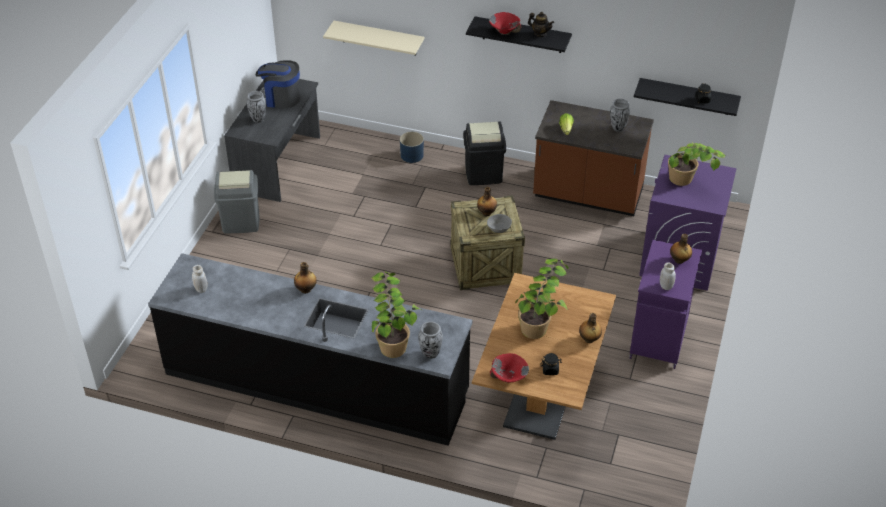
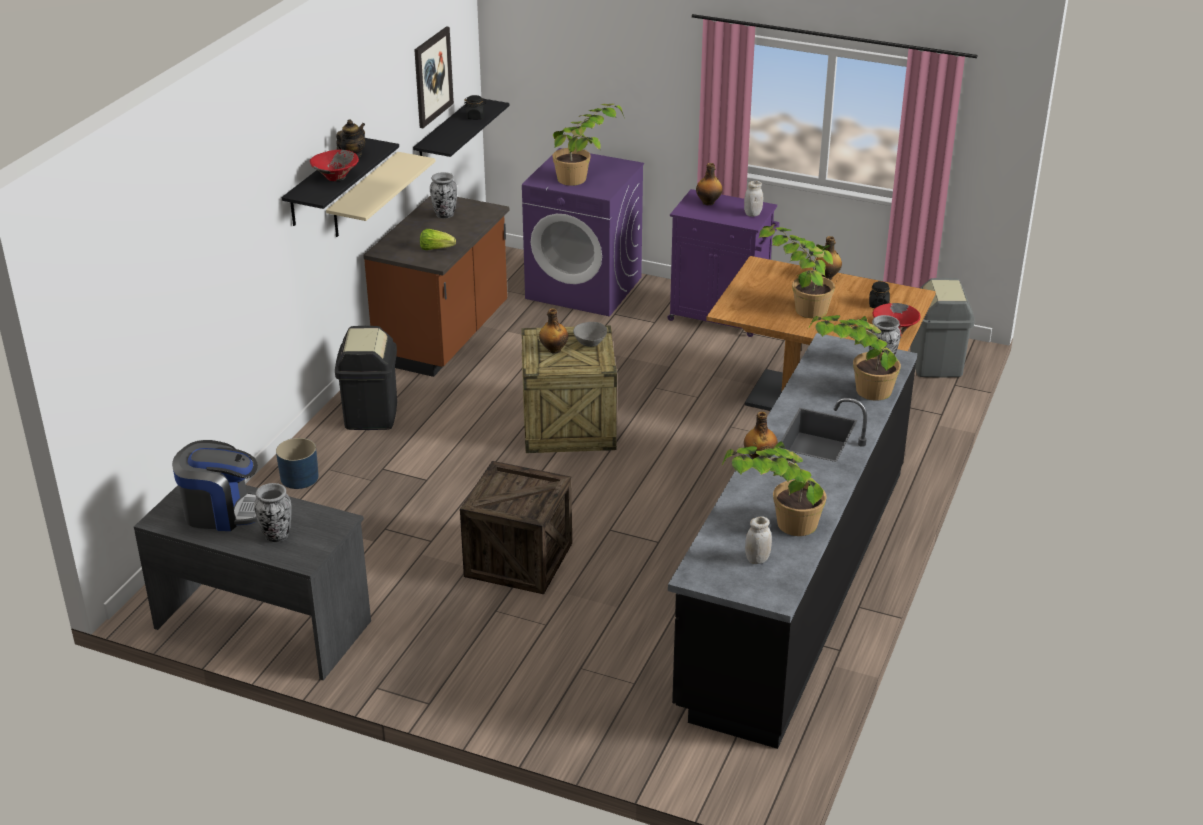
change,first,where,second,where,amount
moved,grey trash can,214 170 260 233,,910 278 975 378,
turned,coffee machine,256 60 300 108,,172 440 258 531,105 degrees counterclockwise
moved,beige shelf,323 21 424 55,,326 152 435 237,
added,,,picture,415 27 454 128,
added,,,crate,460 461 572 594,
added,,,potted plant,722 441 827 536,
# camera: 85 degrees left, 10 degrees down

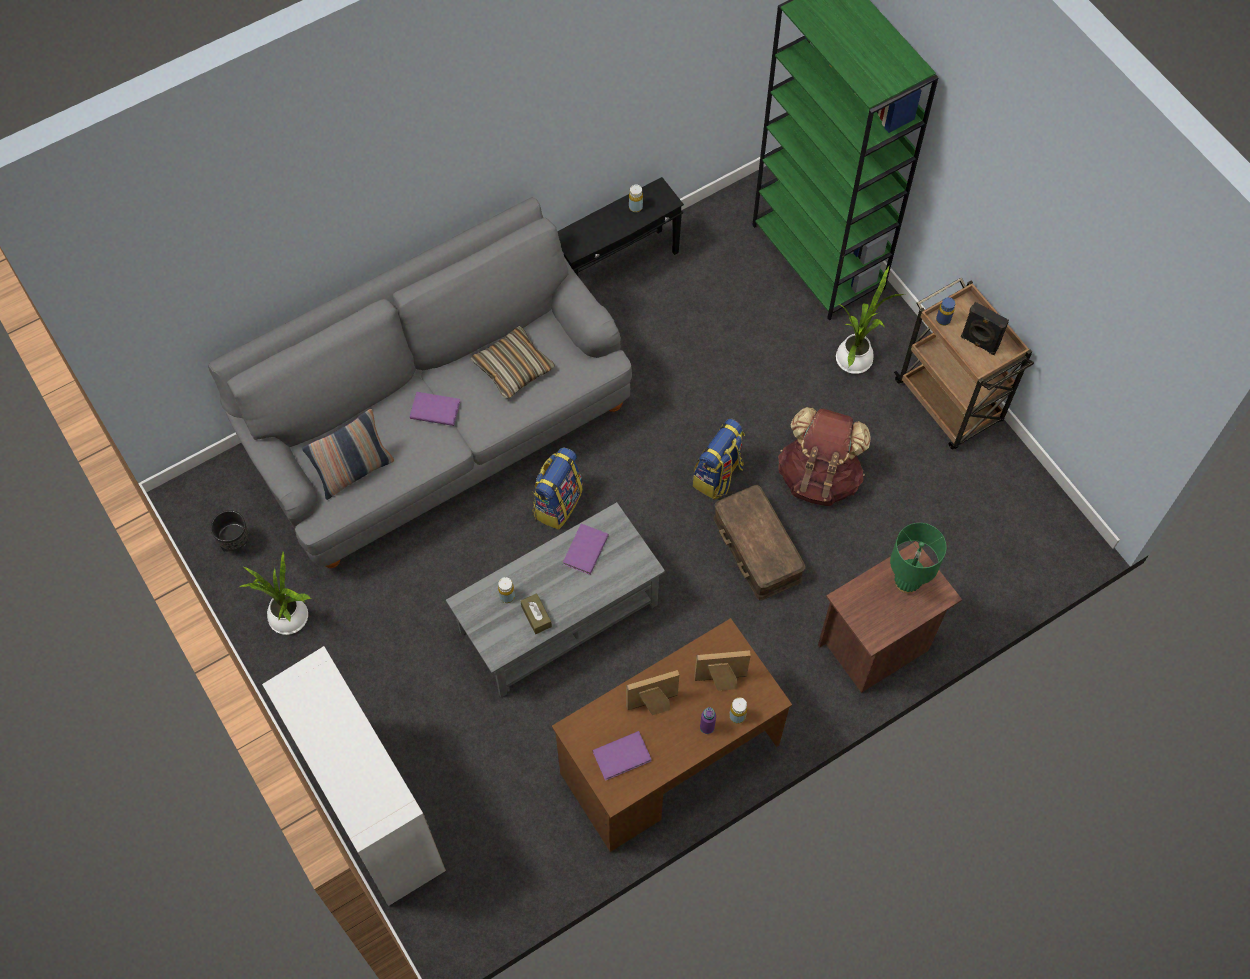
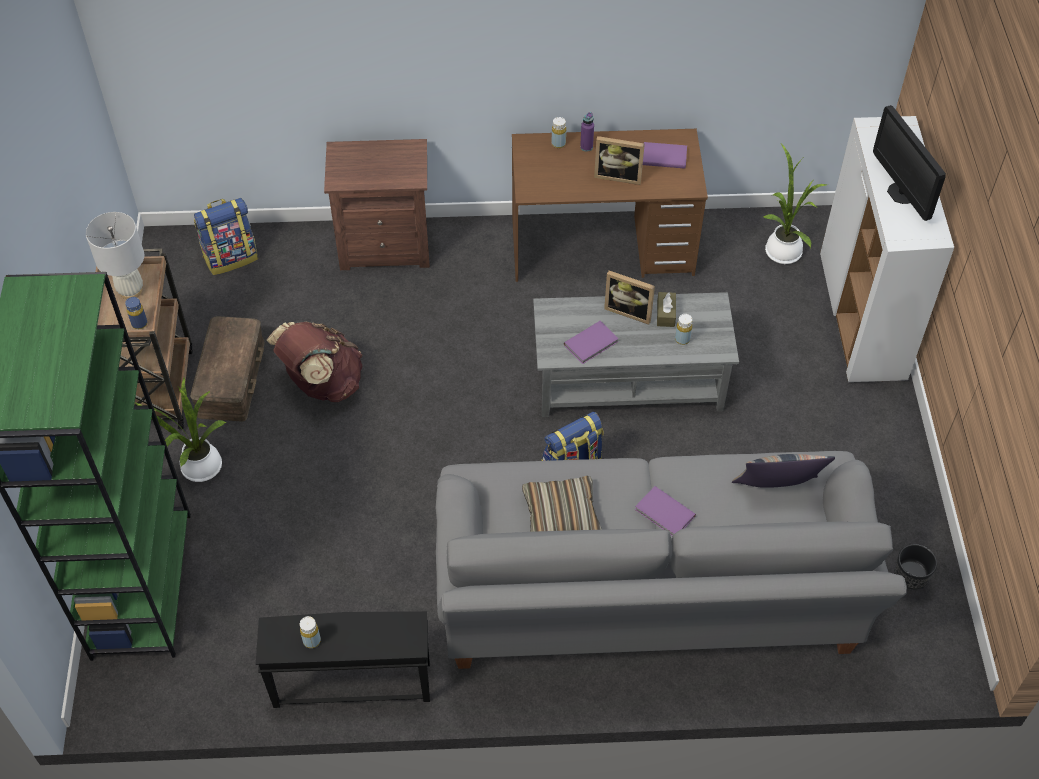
change,first,where,second,where,amount
moved,potted plant,239 552 311 635,,762 144 828 264,
moved,backpack,693 418 745 500,,194 198 258 275,
moved,picture frame,694 650 751 691,,604 271 655 325,
moved,brown storage box,714 485 806 601,,190 316 265 422,
removed,green table lamp,890 523 947 593,,,
replaced,black speaker,961 302 1009 355,white table lamp,86 212 144 299,
added,,,monitor,873 105 946 221,
# camera: 150 degrees left, 10 degrees down

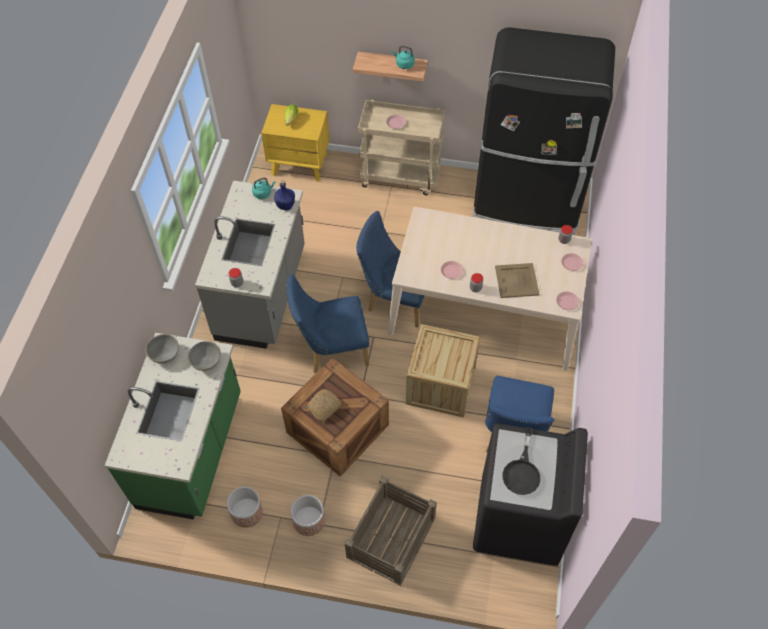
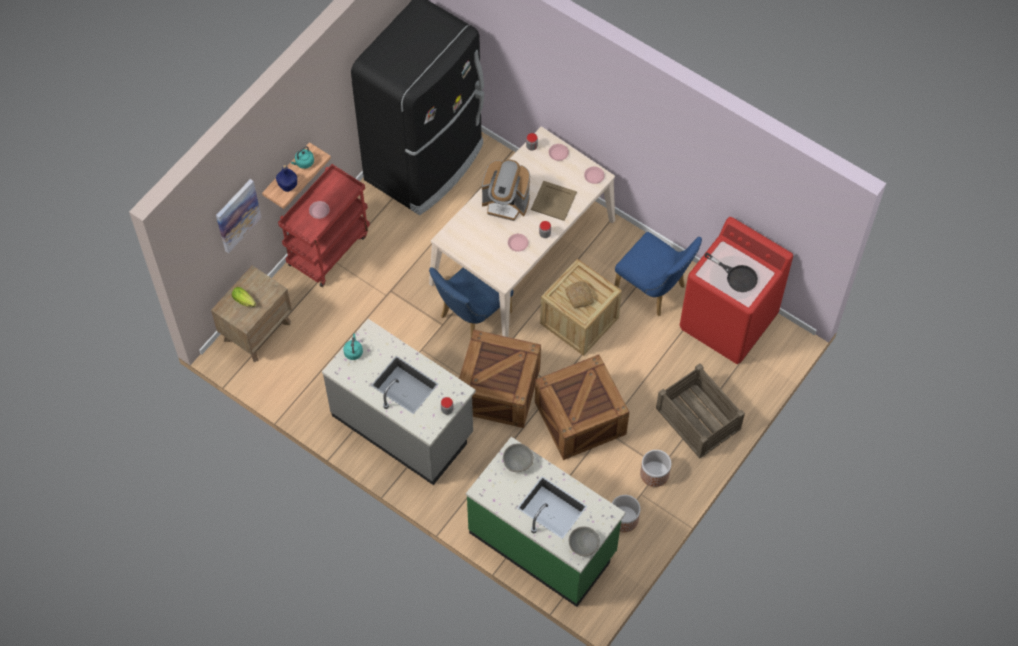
change,first,where,second,where,amount
moved,grey bowl,146 334 179 364,,569 527 600 556,
recoloured,yellow nightstand,261 104 329 182,brown nightstand,211 265 292 362,
moved,blue bottle,274 181 295 210,,276 165 297 192,
replaced,blue chair,286 274 369 373,crate,459 330 541 428,
moved,bread,307 389 341 422,,565 281 594 309,
recoloured,beige cart,358 100 445 195,red cart,278 164 370 287,
recoloured,black washing machine,473 424 588 566,red washing machine,680 217 793 364,
added,,,picture,216 179 262 253,
added,,,coffee machine,482 159 530 221,
# camera: 65 degrees left, 5 degrees up

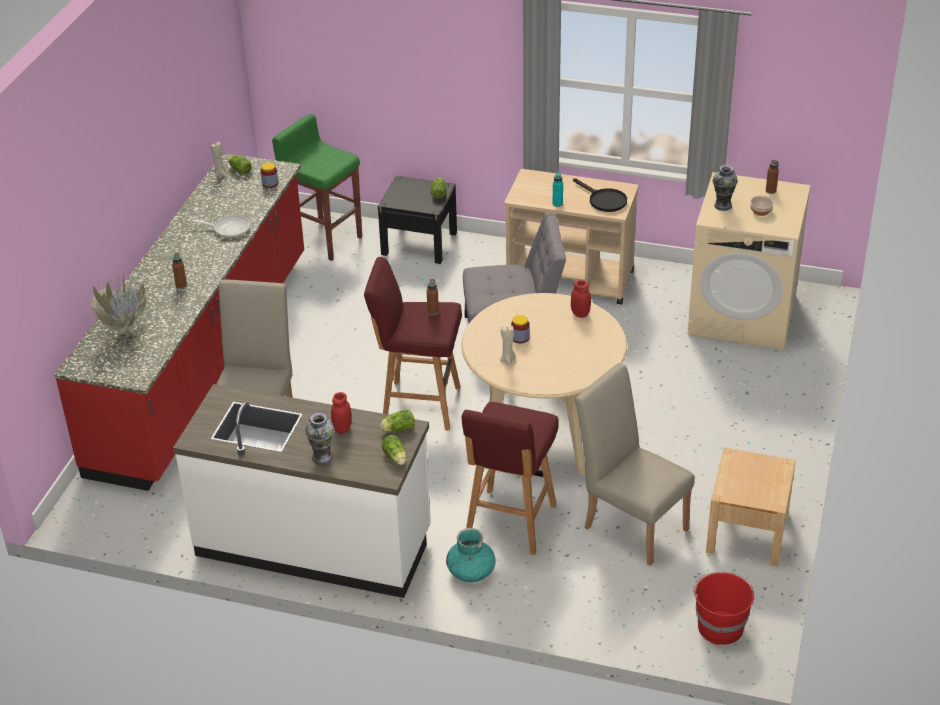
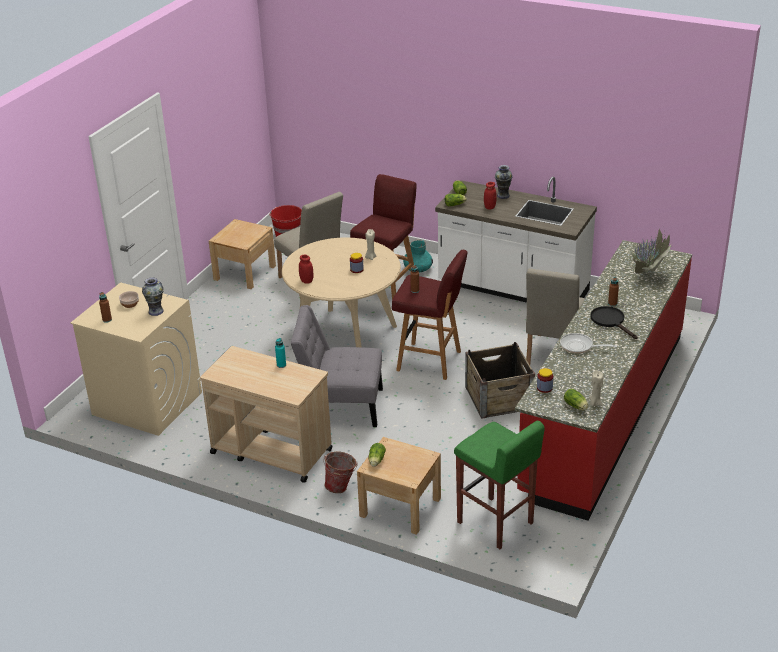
change,first,where,second,where,amount
recoloured,black nightstand,378 176 457 264,beige nightstand,357 437 441 535,
moved,black frying pan,573 178 627 212,,590 306 637 339,
added,,,bucket,323 452 358 493,
added,,,crate,465 342 535 419,
# camera: 170 degrees left, 5 degrees down

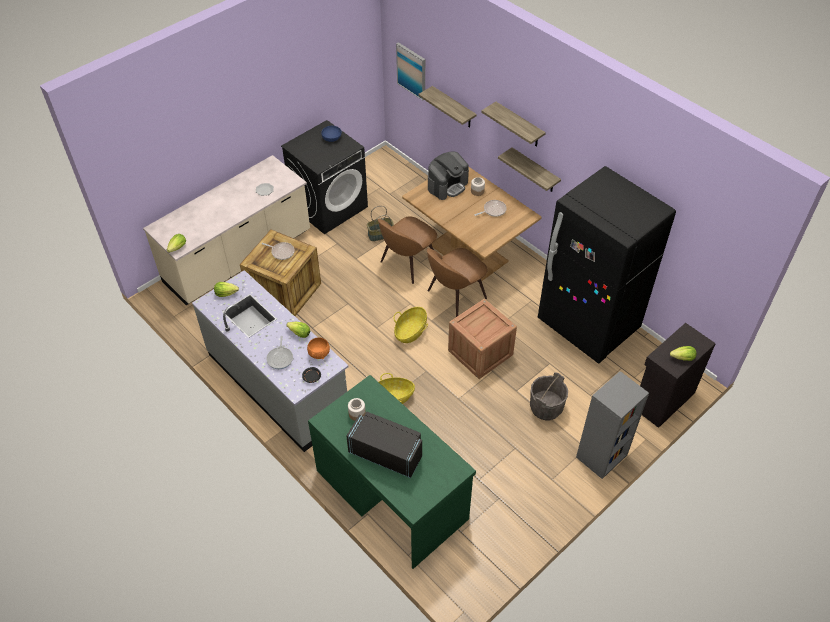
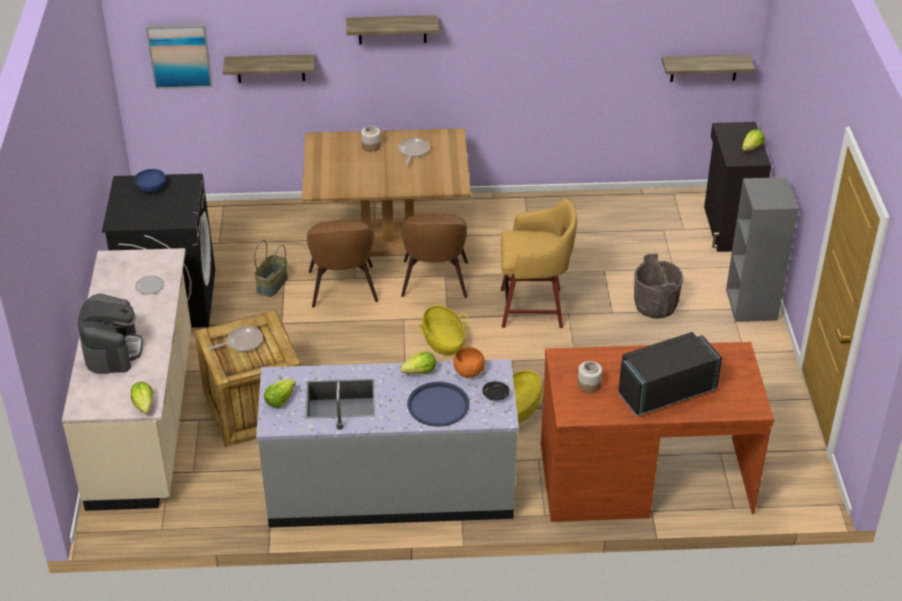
change,first,where,second,where,amount
replaced,frying pan,267 336 293 369,blue tray,407 382 470 427,
recoloured,green desk,308 375 476 569,brown desk,541 342 774 522,
moved,coffee machine,428 152 469 200,,78 294 143 374,
replaced,crate,448 299 517 379,yellow stool,501 199 577 328,
moved,shelf,498 148 561 192,,662 54 755 82,
removed,black fridge,538 166 676 364,,,
# camera: 50 degrees left, 10 degrees down

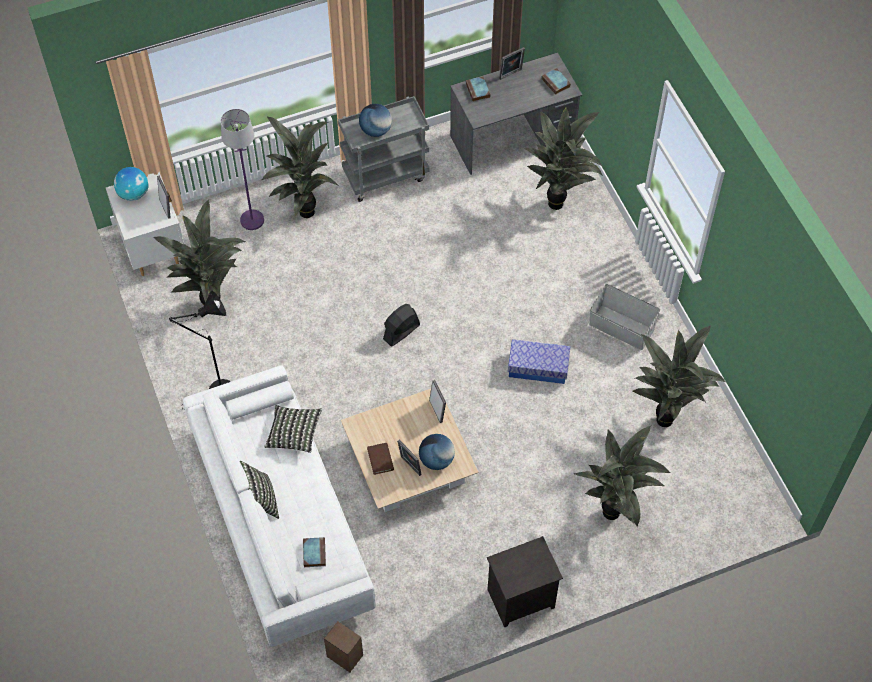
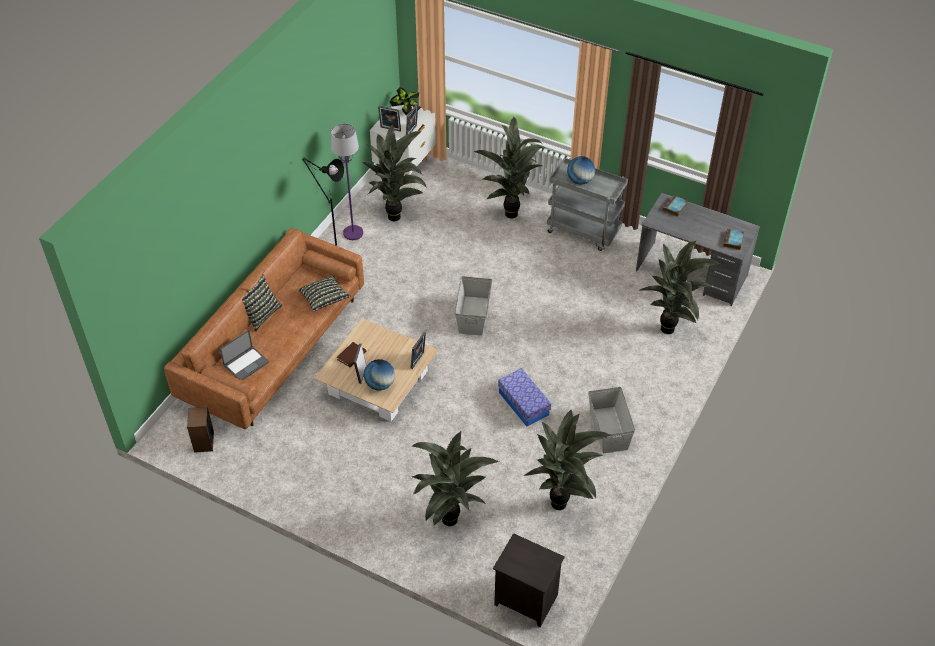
change,first,where,second,where,amount
replaced,globe,114 167 148 201,potted plant,390 87 421 115,
recoloured,white sofa,183 365 376 647,brown sofa,164 228 364 429,
moved,purple floor lamp,221 109 264 230,,331 123 363 240,
replaced,book,303 537 326 567,laptop,220 330 269 380,
replaced,black fan,383 304 420 347,grey storage box,455 276 492 336,
moved,black nightstand,487 536 563 627,,493 533 565 627,
moved,picture frame,499 47 525 80,,378 106 401 132,
# camera: 50 degrees right, 10 degrees down

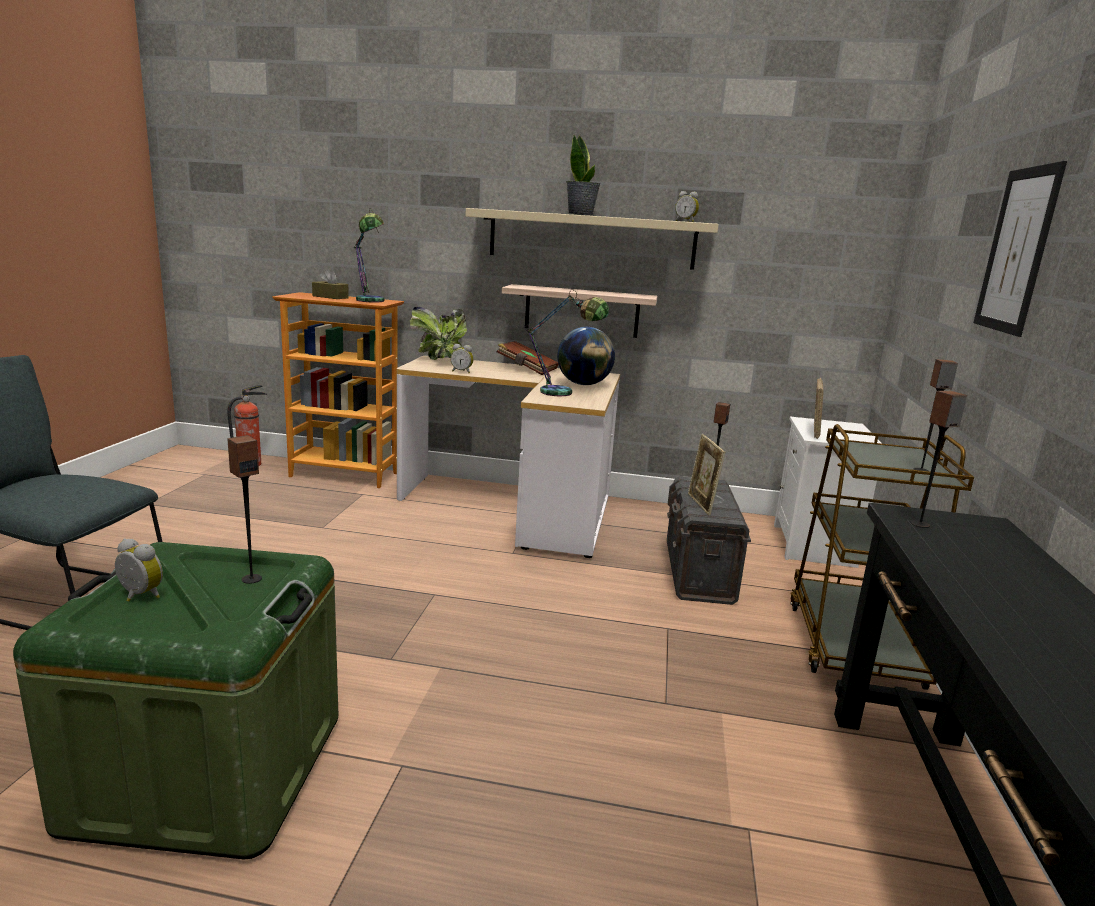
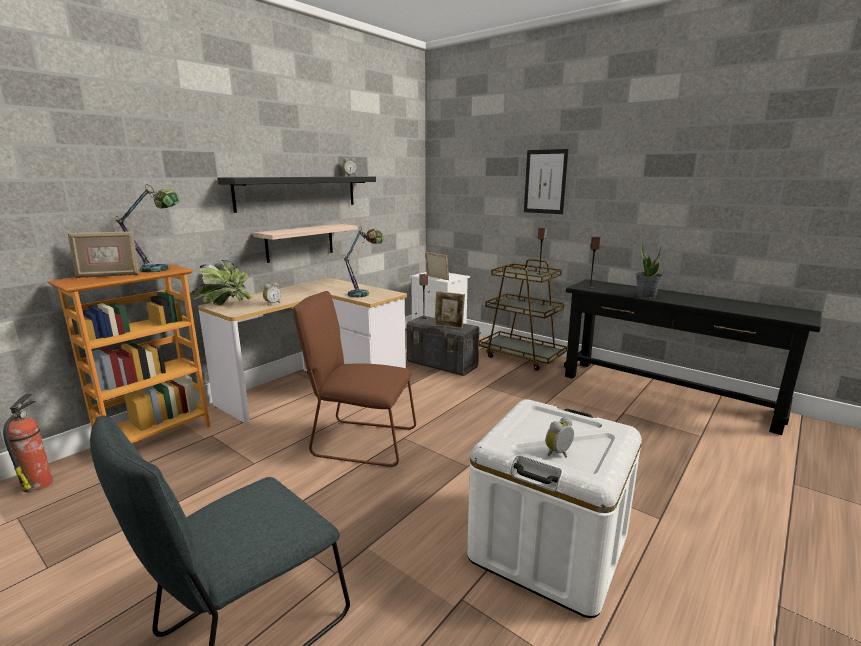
change,first,where,second,where,amount
recoloured,green storage box,13 542 338 859,white storage box,467 399 642 618,
removed,speaker,227 435 262 584,,,
replaced,brown tissue box,312 269 349 299,picture frame,68 231 139 278,
recoloured,beige shelf,466 208 719 270,black shelf,217 176 376 213,
removed,brown book,497 341 558 375,,,
removed,globe,557 327 615 385,,,
moved,potted plant,566 135 600 216,,636 242 663 298,
added,,,brown chair,293 291 416 467,
# camera: 60 degrees left, 0 degrees up

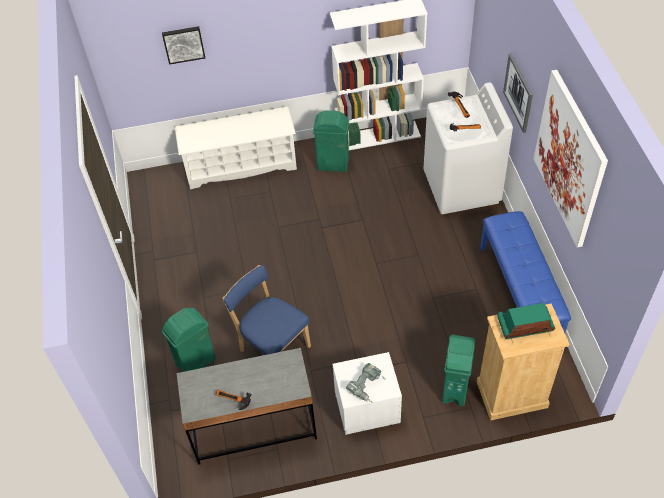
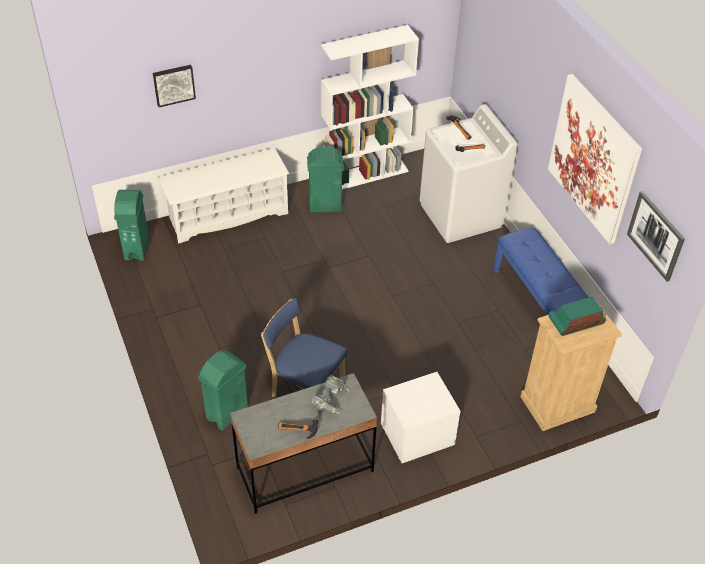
change,first,where,second,where,amount
moved,power drill,346 363 386 402,,311 375 350 414,
moved,green trash can,442 335 475 406,,114 190 149 261,
moved,picture,503 54 533 133,,627 191 685 282,
# camera: 15 degrees left, 5 degrees down

